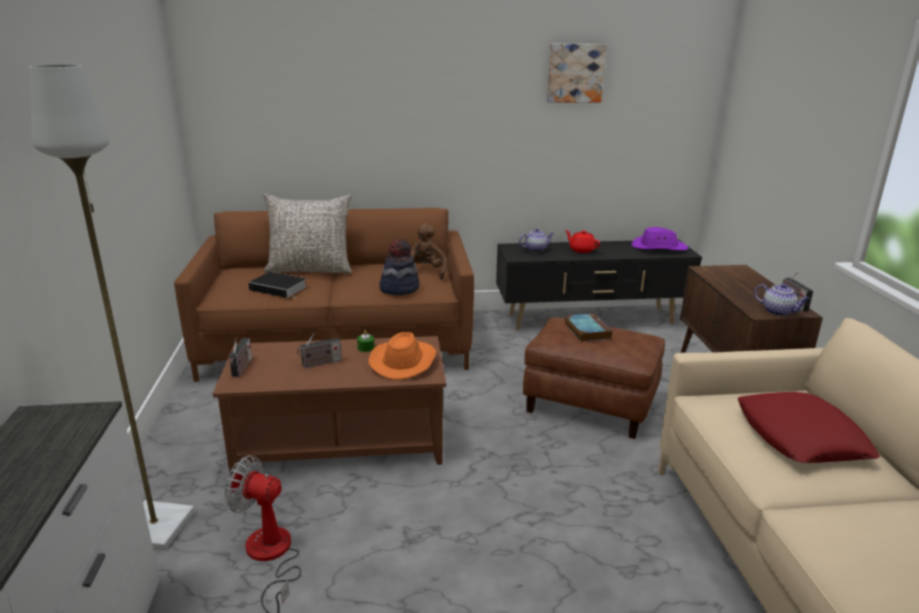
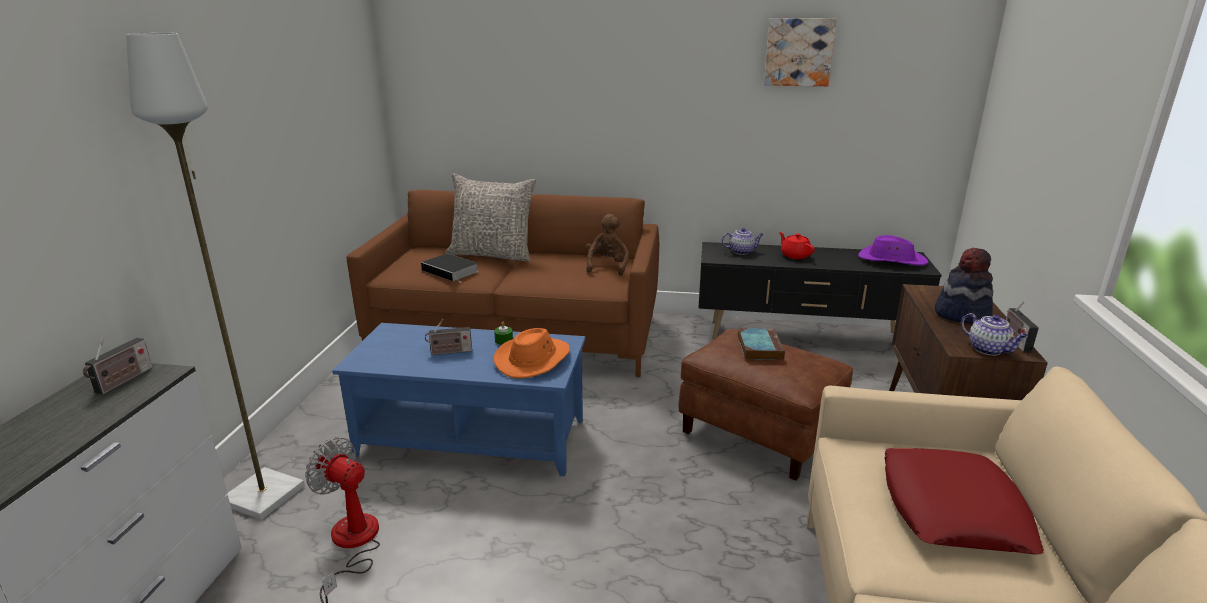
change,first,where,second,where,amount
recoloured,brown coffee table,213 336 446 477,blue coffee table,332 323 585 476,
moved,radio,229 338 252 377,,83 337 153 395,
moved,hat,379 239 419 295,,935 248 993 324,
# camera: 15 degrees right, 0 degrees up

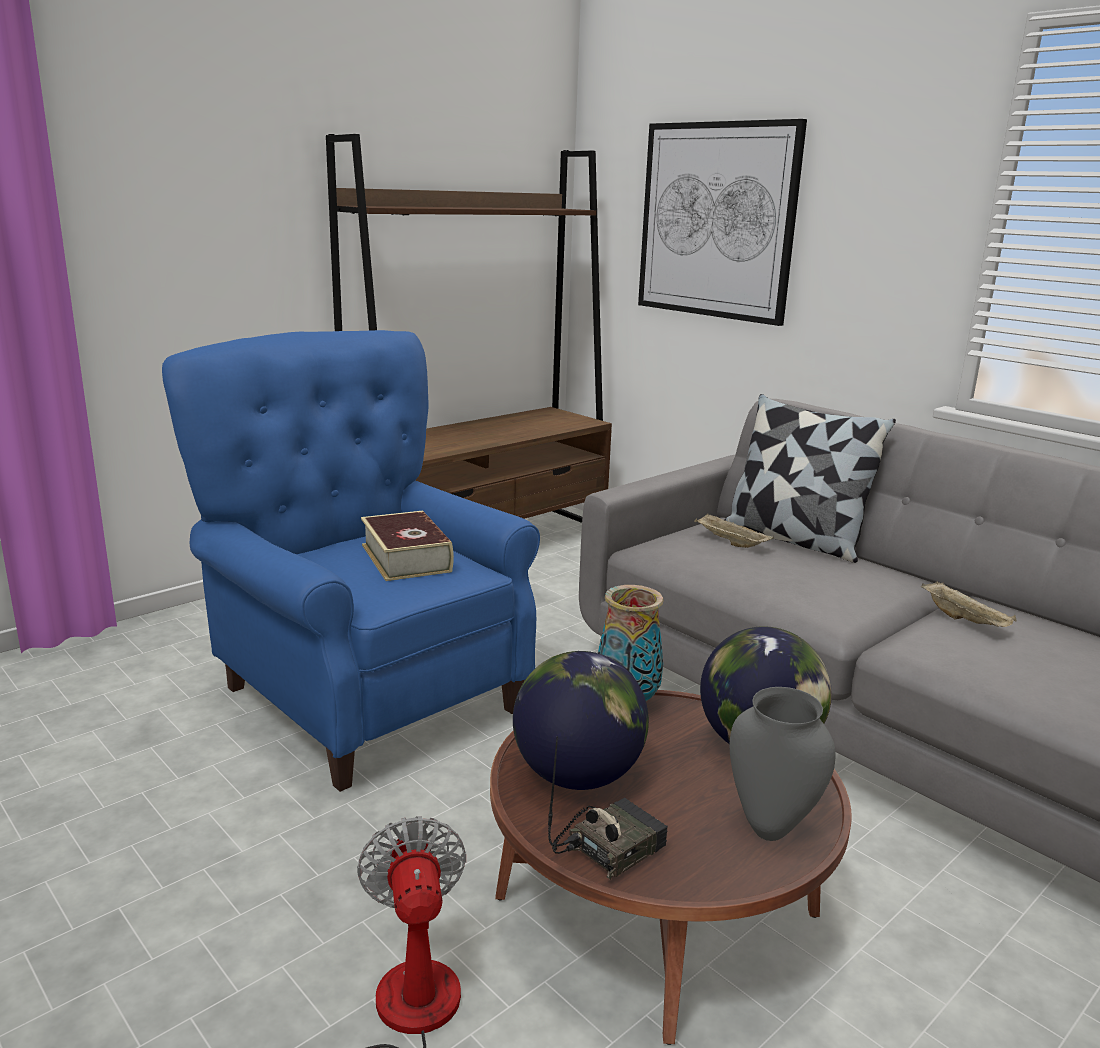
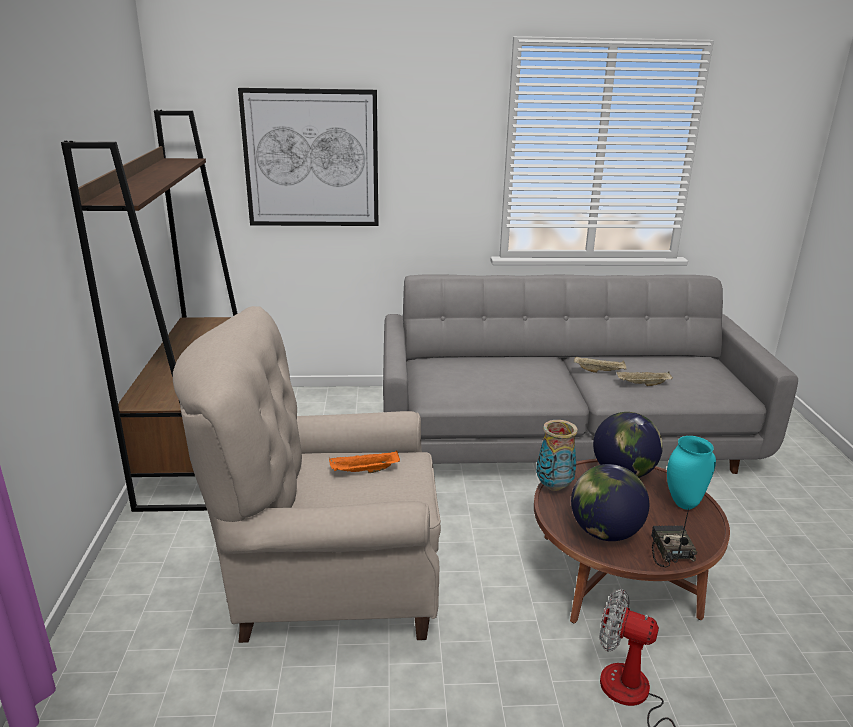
change,first,where,second,where,amount
recoloured,blue armchair,162 330 540 792,beige armchair,173 306 441 643,
replaced,book,361 511 454 581,orange tray,329 451 400 473,
moved,beige tray,694 514 774 548,,617 372 673 386,
removed,pillow,724 394 896 563,,,
recoloured,grey vase,729 687 836 841,turquoise vase,667 436 716 510,
# camera: 50 degrees left, 5 degrees up

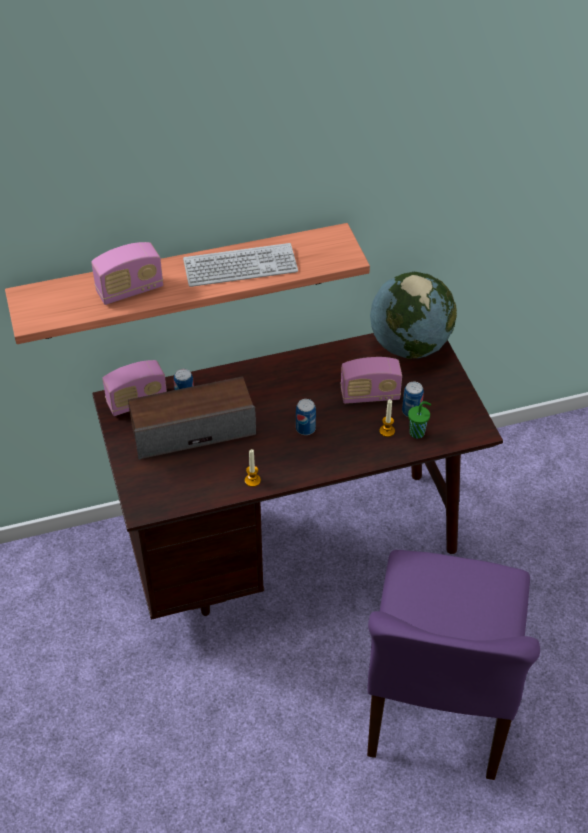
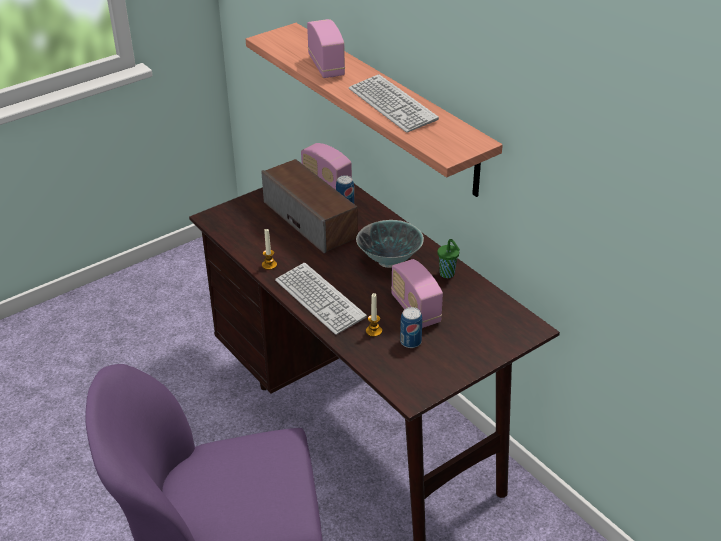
change,first,where,second,where,amount
turned,radio,91 242 163 305,,307 19 345 78,150 degrees counterclockwise
removed,can,296 399 316 435,,,
removed,globe,370 272 457 359,,,
moved,green cup,408 401 431 439,,437 239 460 278,
added,,,keyboard,275 263 367 335,
added,,,bowl,356 220 424 268,
# camera: 70 degrees right, 10 degrees down

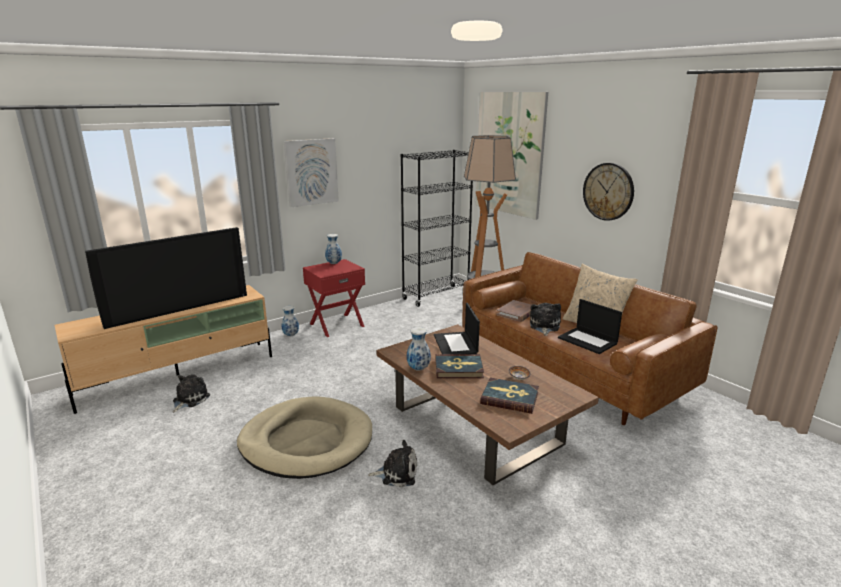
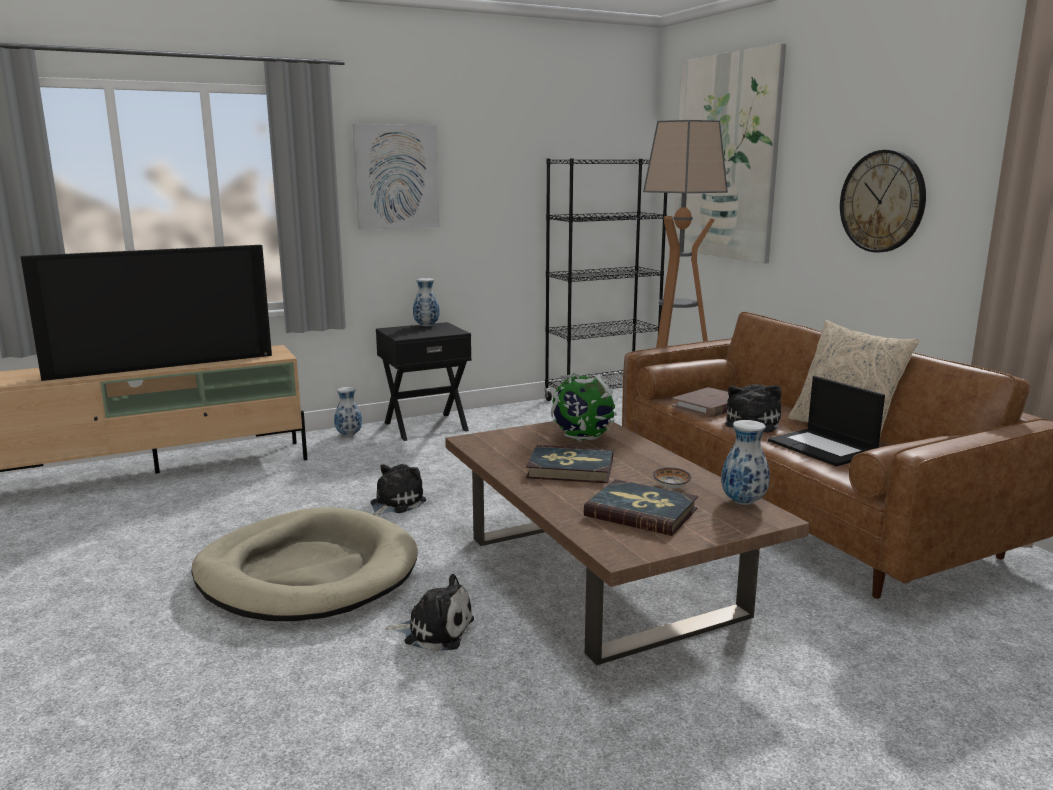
change,first,where,second,where,amount
moved,plush toy,173 374 210 412,,371 464 426 516,
recoloured,red nightstand,303 259 365 337,black nightstand,376 322 472 441,
moved,vase,407 327 431 371,,721 420 770 505,
replaced,laptop,434 303 480 354,globe,551 373 616 441,
# camera: 10 degrees right, 5 degrees down

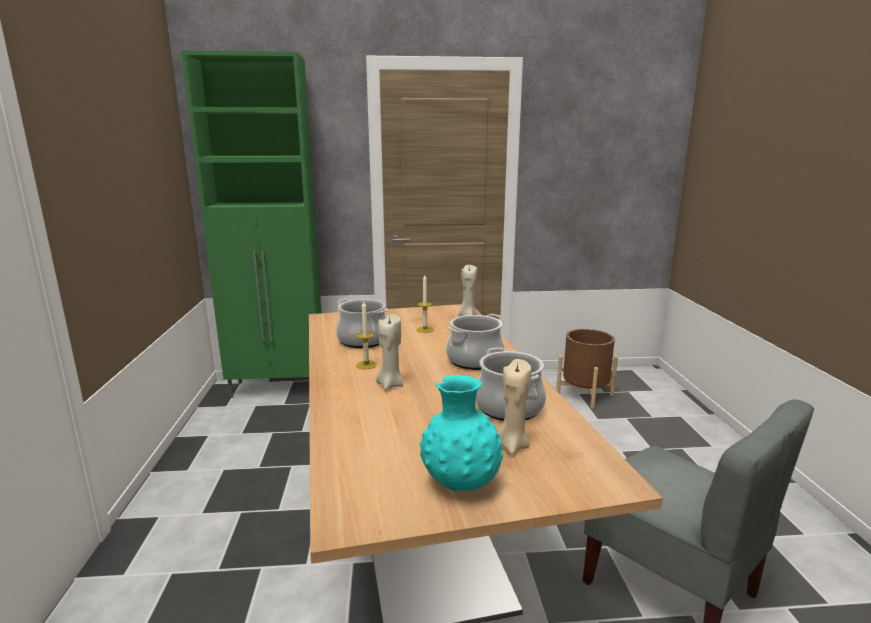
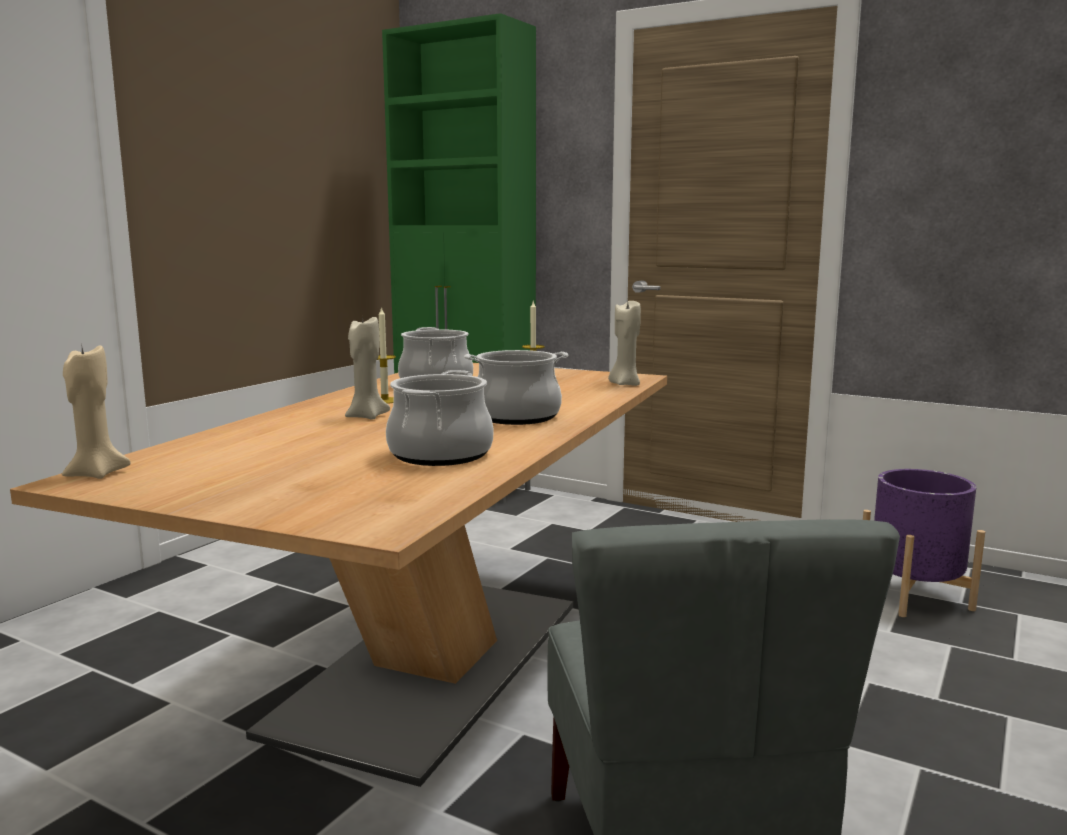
change,first,where,second,where,amount
removed,turquoise vase,420 375 503 491,,,
moved,beige candle,498 359 532 454,,62 343 131 479,
recoloured,brown planter,556 329 618 409,purple planter,863 469 985 617,
# camera: 35 degrees right, 5 degrees down

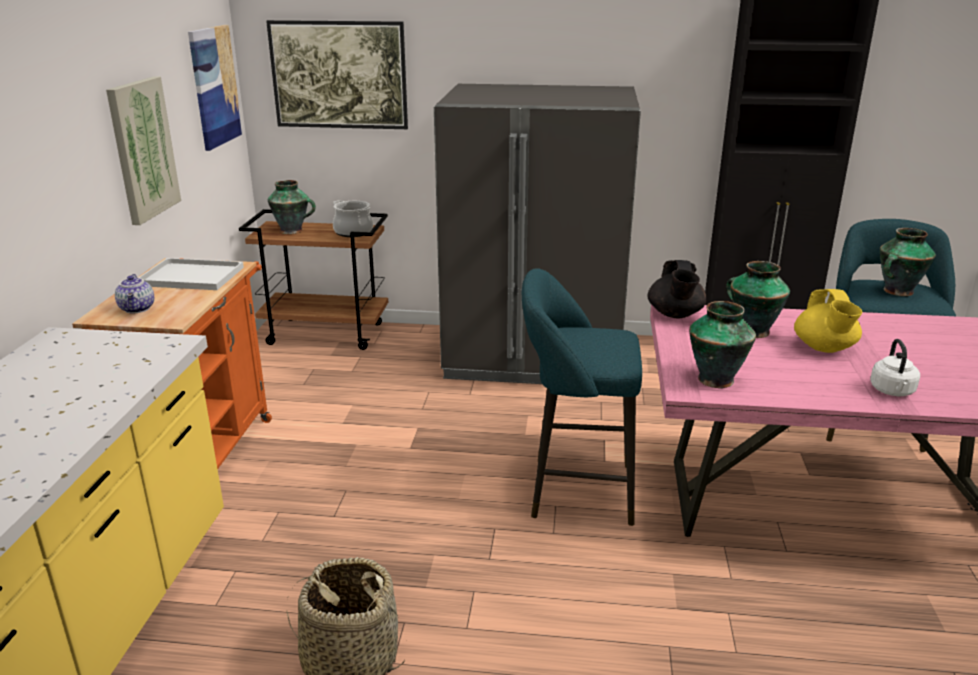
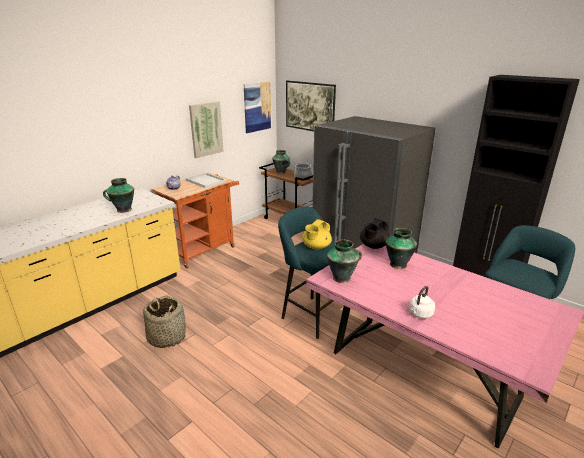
change,first,where,second,where,amount
moved,yellow teapot,794 289 862 353,,302 219 332 250,
moved,vase,880 228 936 296,,103 178 134 213,
# camera: 35 degrees right, 0 degrees up

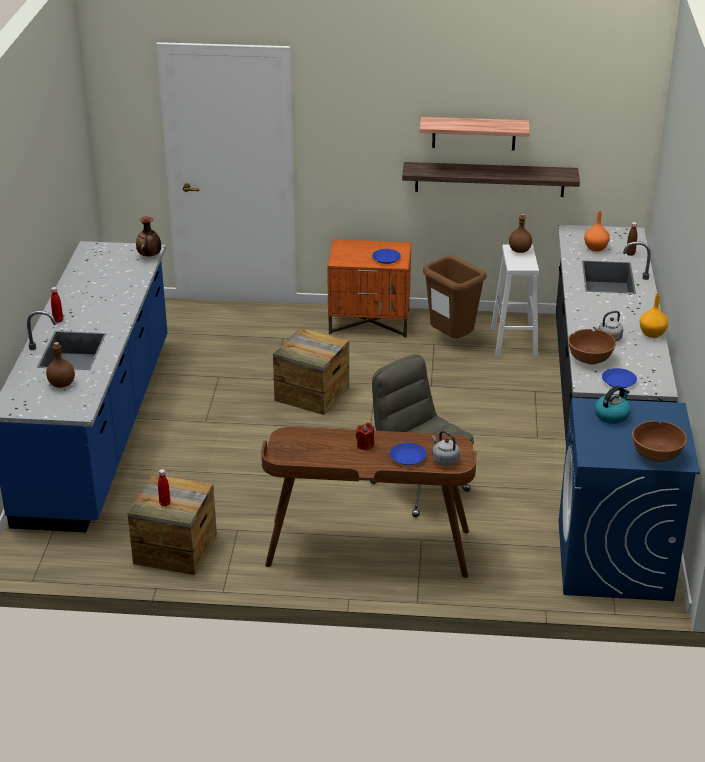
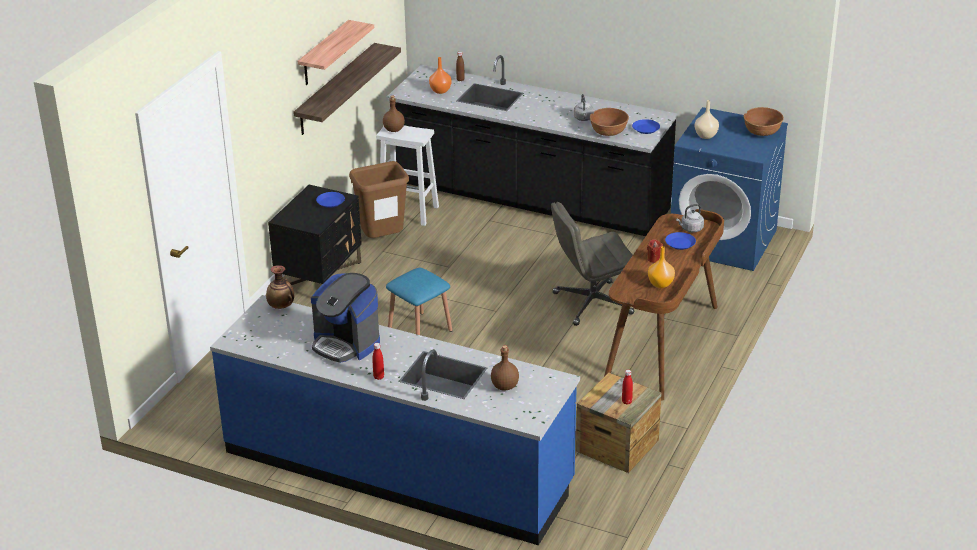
change,first,where,second,where,amount
replaced,crate,273 328 349 415,blue stool,386 268 452 335,
recoloured,orange nightstand,327 239 411 338,black nightstand,268 185 362 286,
replaced,kettle,594 386 631 424,beige vase,695 100 719 139,
moved,orange vase,640 294 668 338,,648 246 675 288,
added,,,coffee machine,311 273 380 363,
# camera: 70 degrees left, 0 degrees up

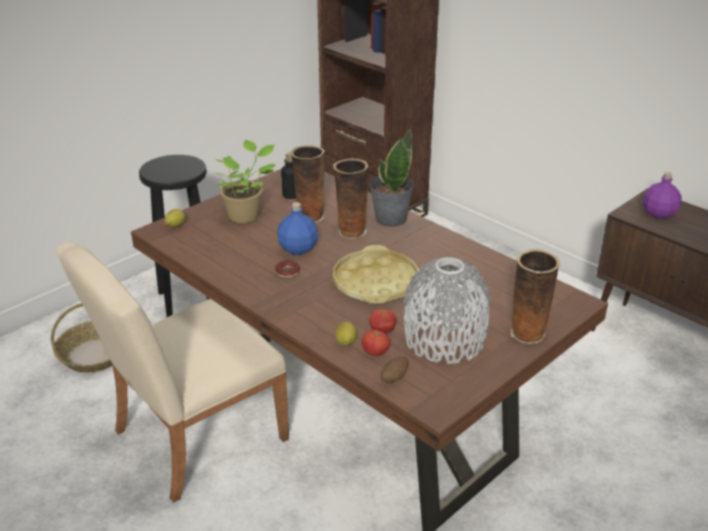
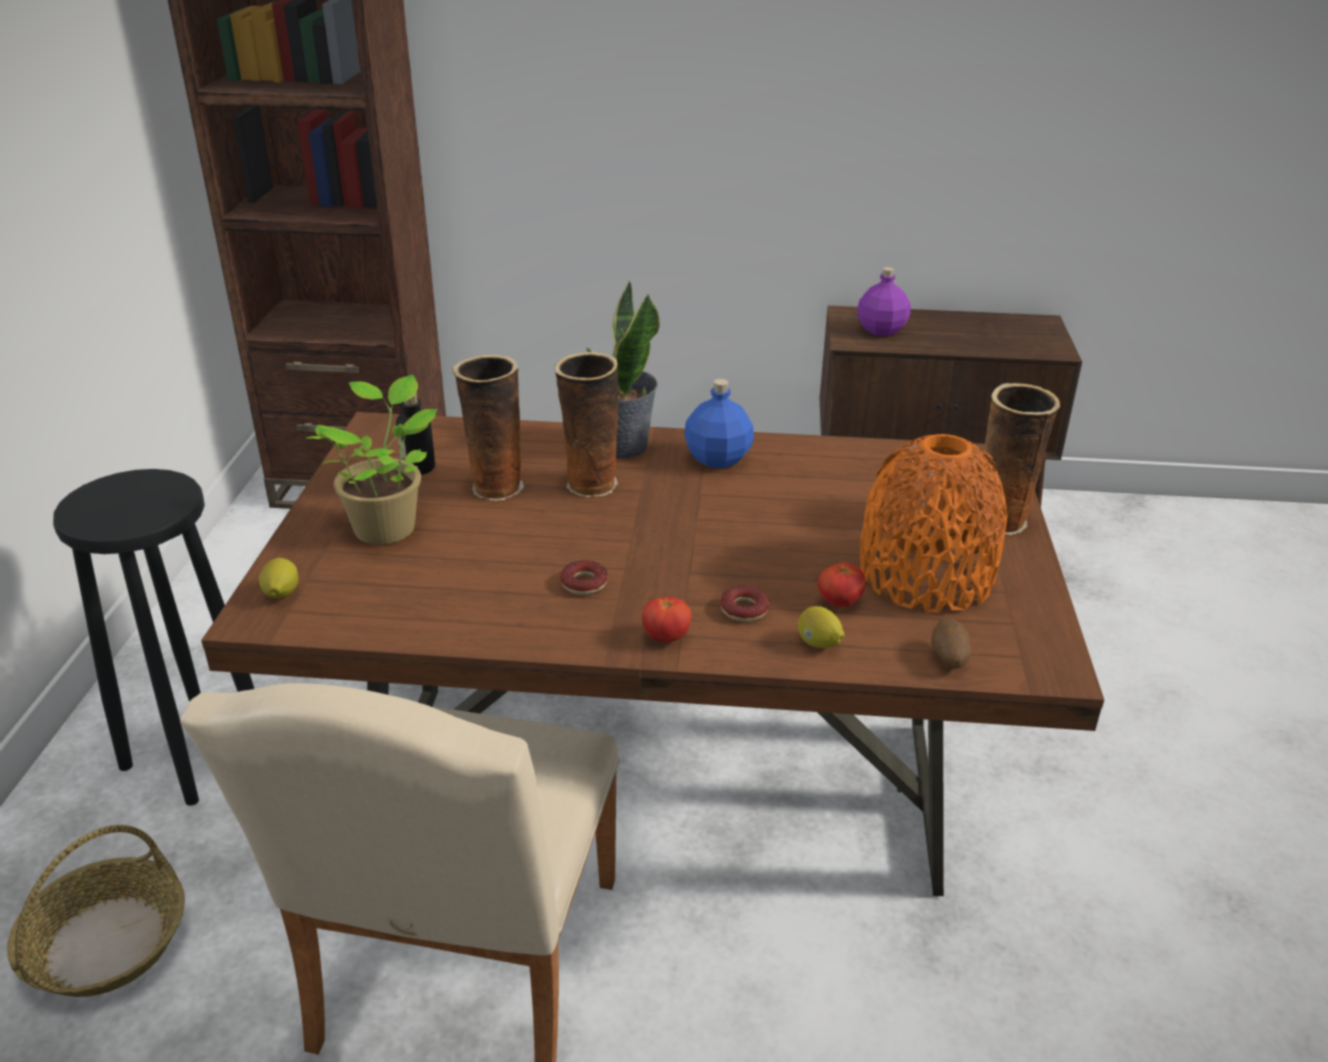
change,first,where,second,where,amount
moved,blue bottle,277 202 318 255,,684 379 754 468,
removed,yellow tray,333 245 419 304,,,
moved,tomato,362 330 390 356,,642 597 691 642,
recoloured,grey vase,403 257 491 364,orange vase,860 434 1007 612,
added,,,donut,720 585 769 622,
# camera: 40 degrees left, 0 degrees up

